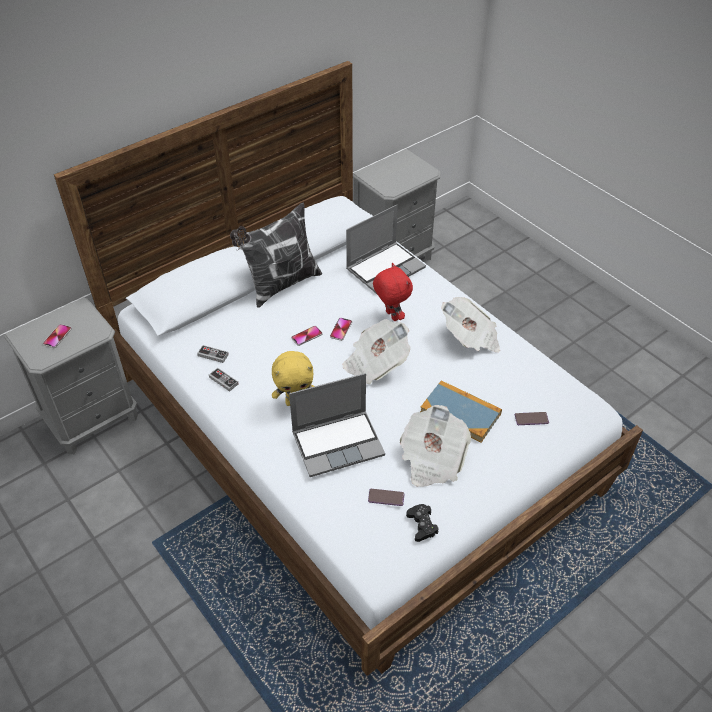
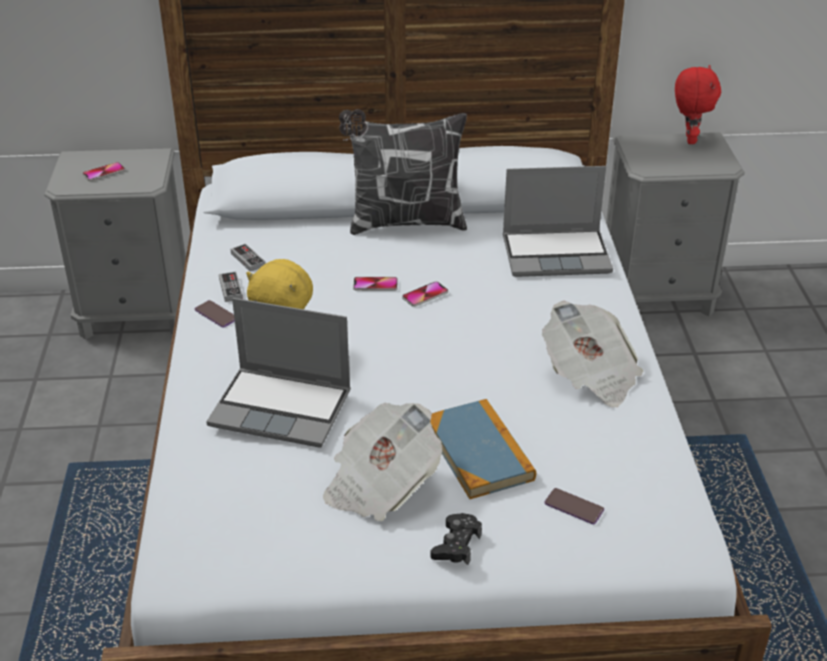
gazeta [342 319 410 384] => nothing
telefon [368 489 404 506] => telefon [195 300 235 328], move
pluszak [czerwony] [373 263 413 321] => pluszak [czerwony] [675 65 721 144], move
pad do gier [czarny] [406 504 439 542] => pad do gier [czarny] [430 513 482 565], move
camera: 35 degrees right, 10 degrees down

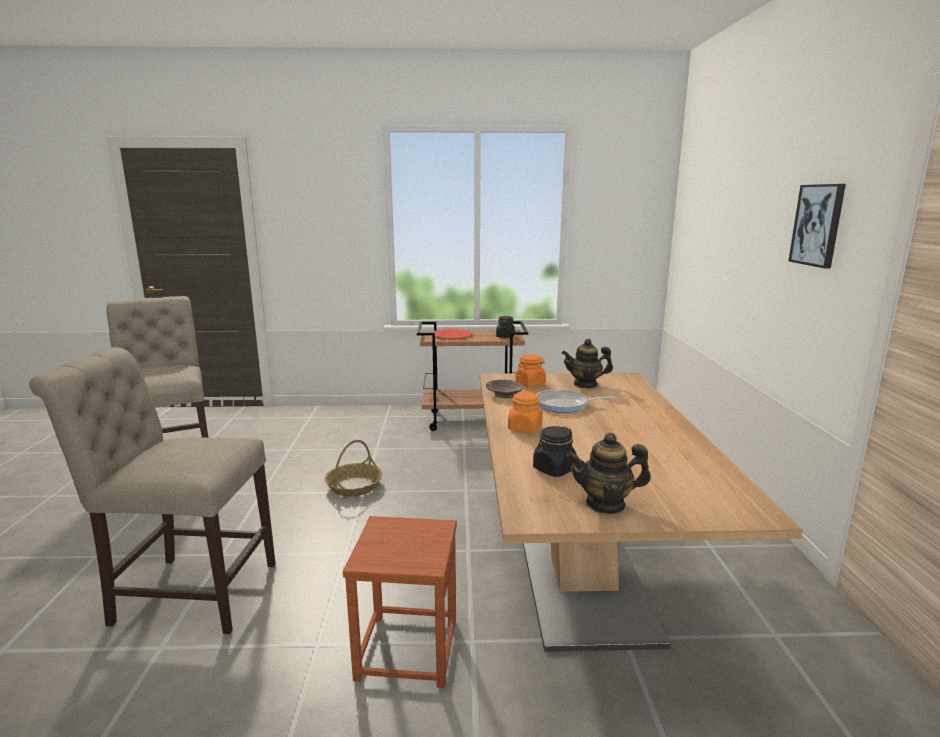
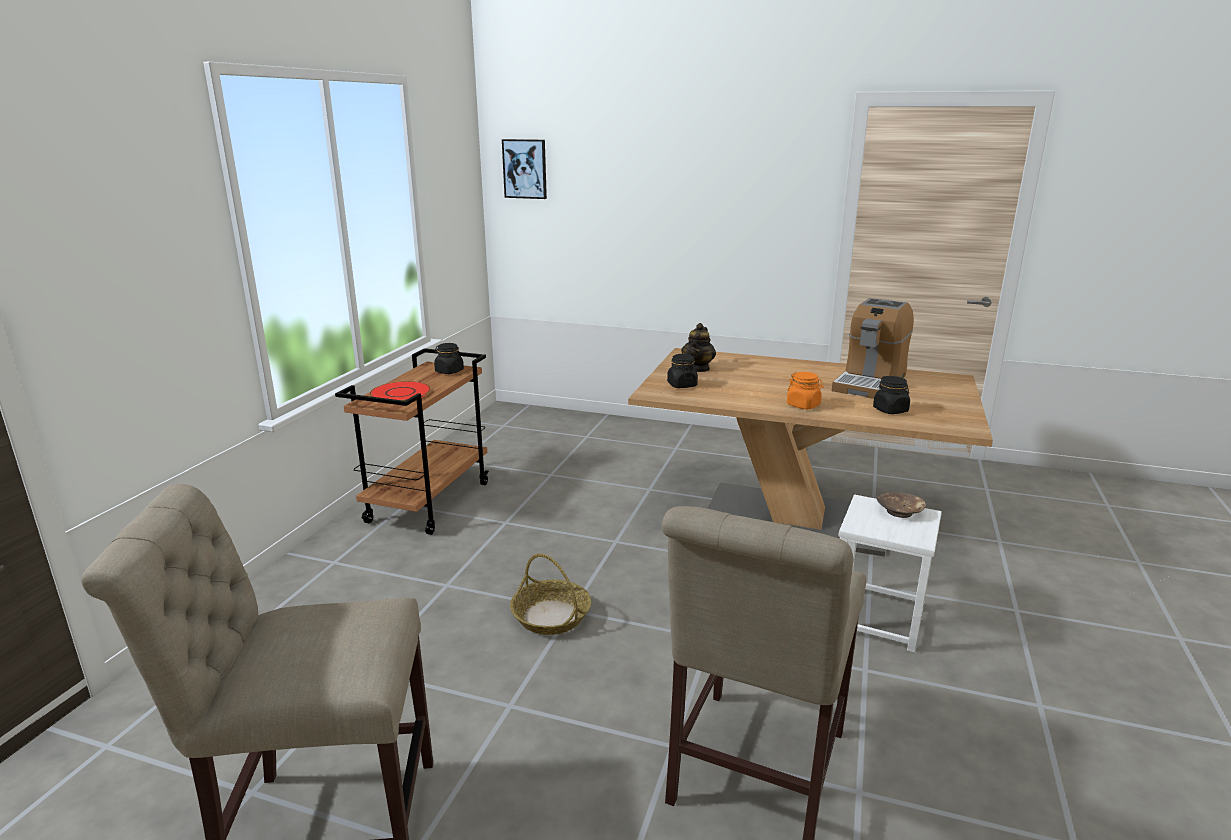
patelnia [537 389 616 413] => nothing
imbryk [567 432 651 514] => nothing
nothing => ekspres do kawy [832 298 914 399]
miska [brązowy] [486 380 525 398] => miska [brązowy] [877 492 926 518], move
obraz [789 184 846 268] => obraz [502 139 547 199], move
stołek [brązowy] [343 516 457 688] => stołek [biały] [838 495 942 653]
słoik [pomarańczowy] [516 354 546 387] => słoik [czarny] [667 354 698 388]
camera: 70 degrees left, 5 degrees up

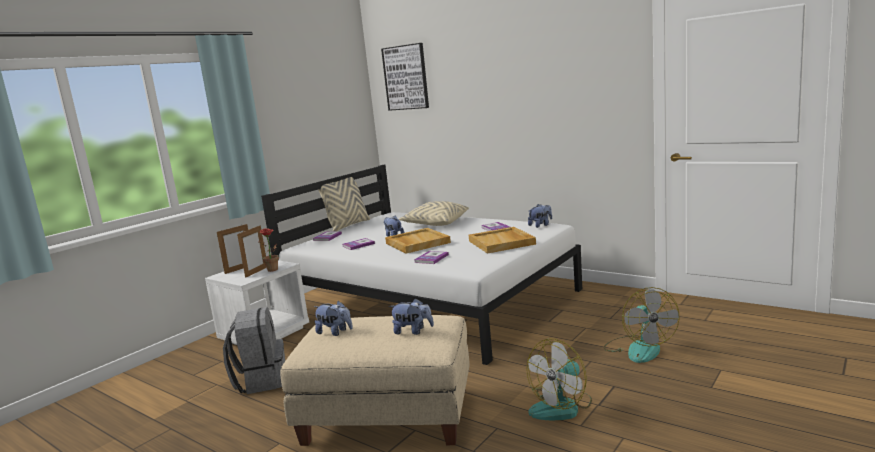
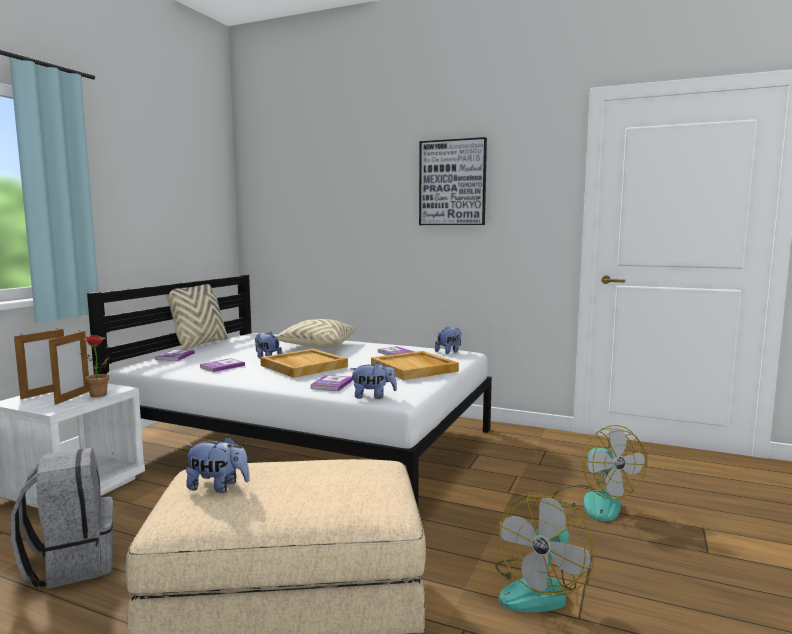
obraz [381 43 429 111] => obraz [419 137 487 225], move
pluszak [389 298 434 335] => pluszak [350 361 397 399], move
camera: 15 degrees left, 5 degrees down

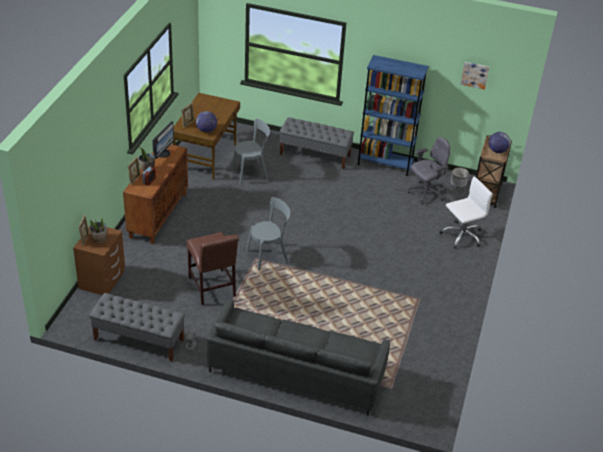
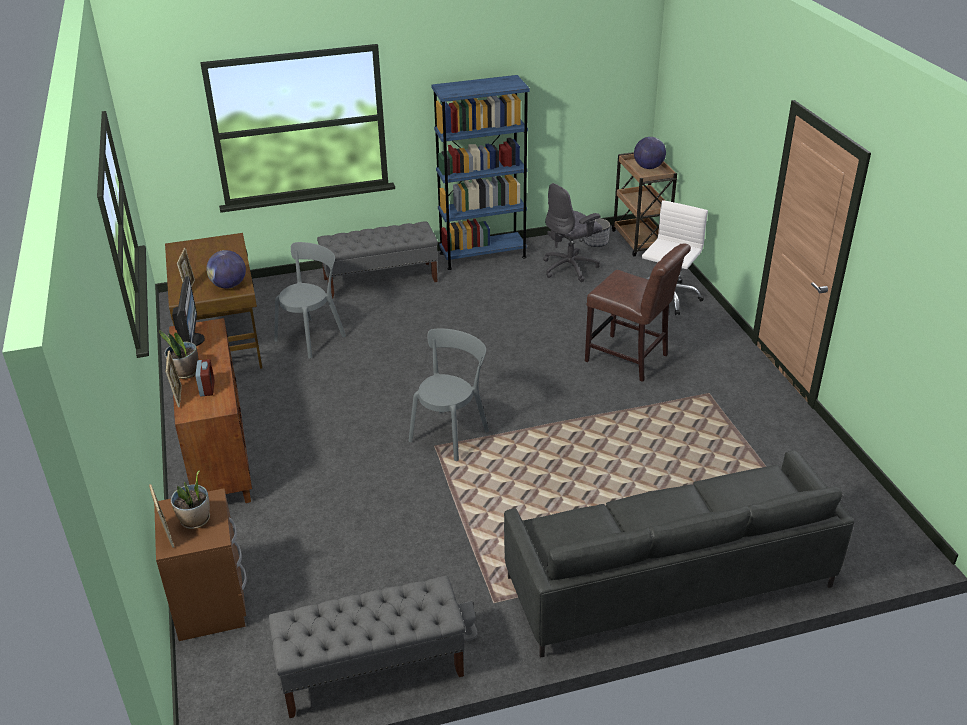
obraz [461 62 489 89] => nothing
krzesło [brązowy] [187 232 239 305] => krzesło [brązowy] [585 243 691 382], move
krzesło biurowe [szary] [408 137 450 205] => krzesło biurowe [szary] [543 183 602 282], 150 degrees counterclockwise
camera: 30 degrees left, 5 degrees down

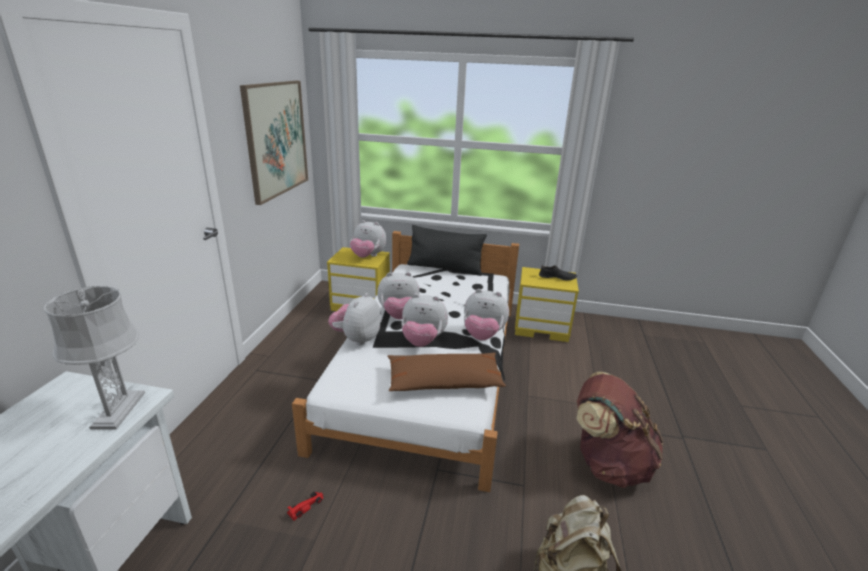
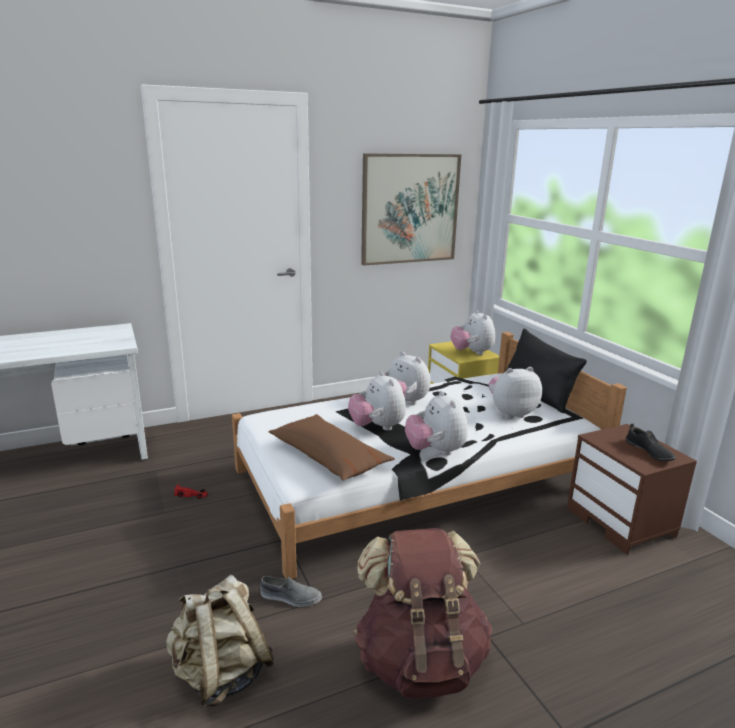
lampa stołowa [szary] [44 286 145 430] => nothing
nothing => but [szary] [260 576 322 607]
pluszak [328 293 381 345] => pluszak [489 367 542 419], move
szafka nocna [żółty] [515 267 579 342] => szafka nocna [brązowy] [567 424 697 555]
camera: 55 degrees right, 5 degrees down

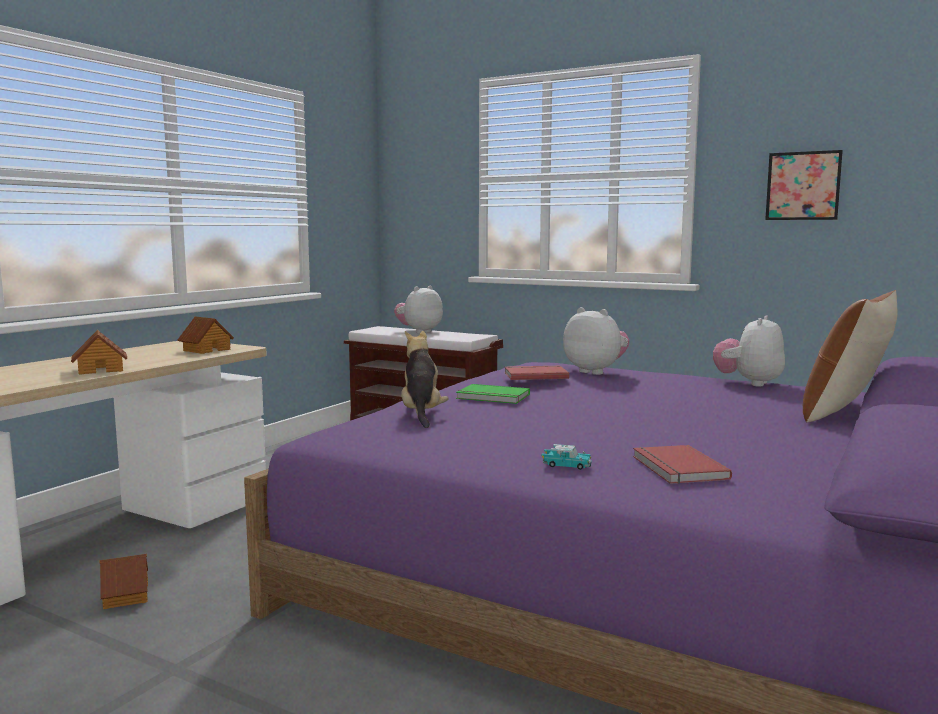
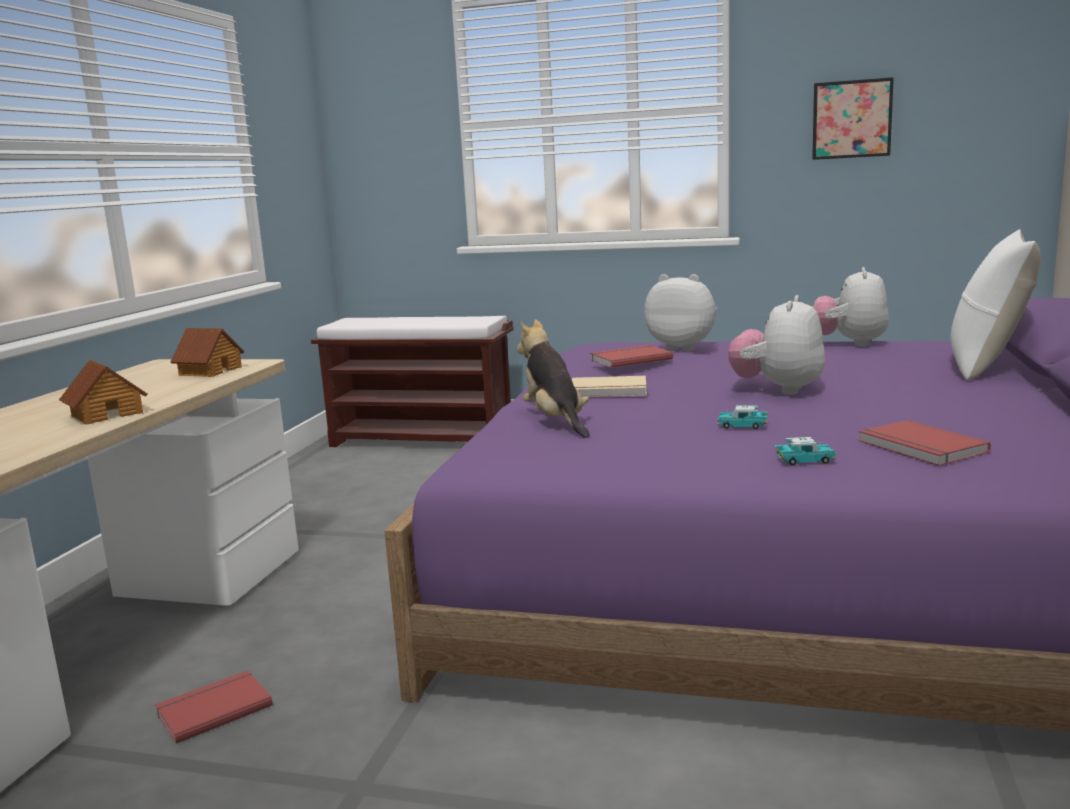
nothing => samochodzik [717 405 768 429]
pluszak [394 286 443 334] => pluszak [728 295 825 395], move
domek [99 554 148 609] => książka [czerwony] [155 670 273 744]
książka [zielony] [456 384 530 404] => książka [beżowy] [572 376 647 397]
poduszka [brązowy] [803 290 897 422] => poduszka [biały] [951 229 1041 380]
camera: 15 degrees left, 5 degrees up

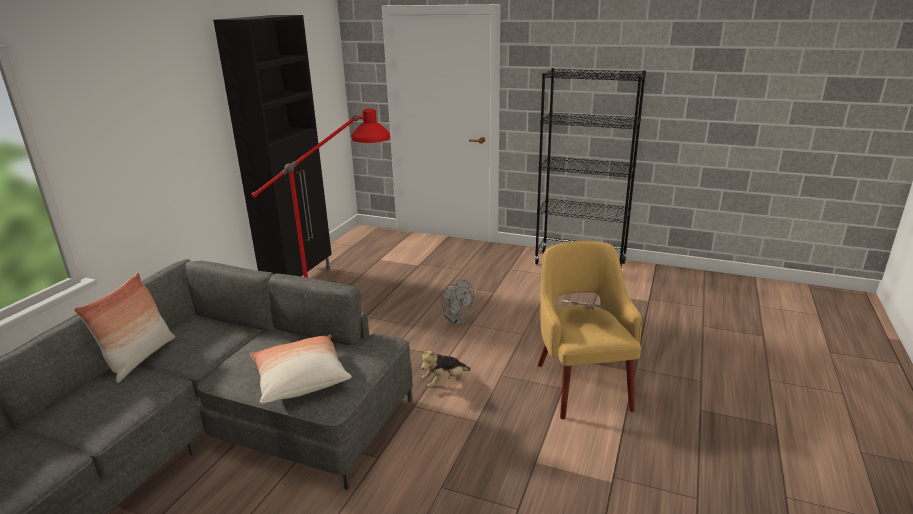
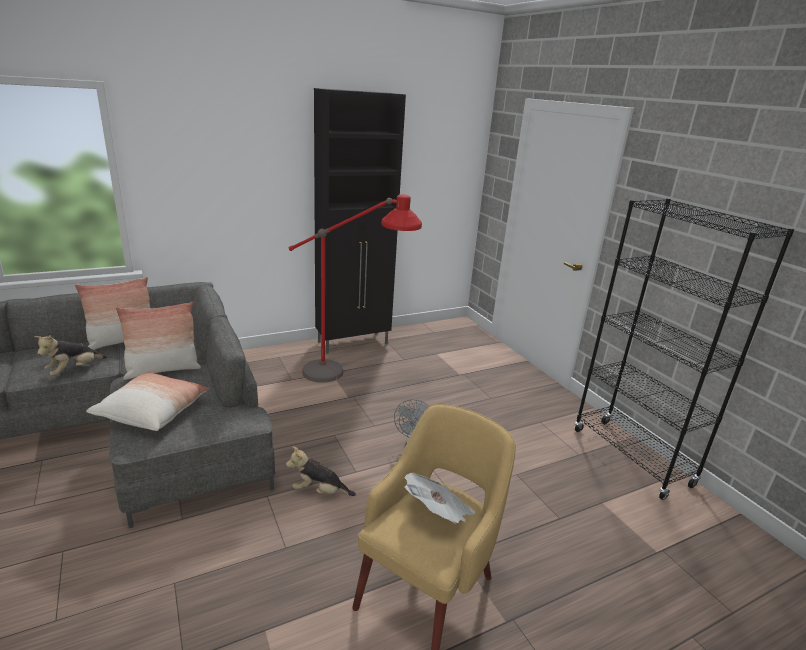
nothing => pluszak [34 335 107 376]
nothing => poduszka [116 302 201 380]
camera: 40 degrees right, 0 degrees up

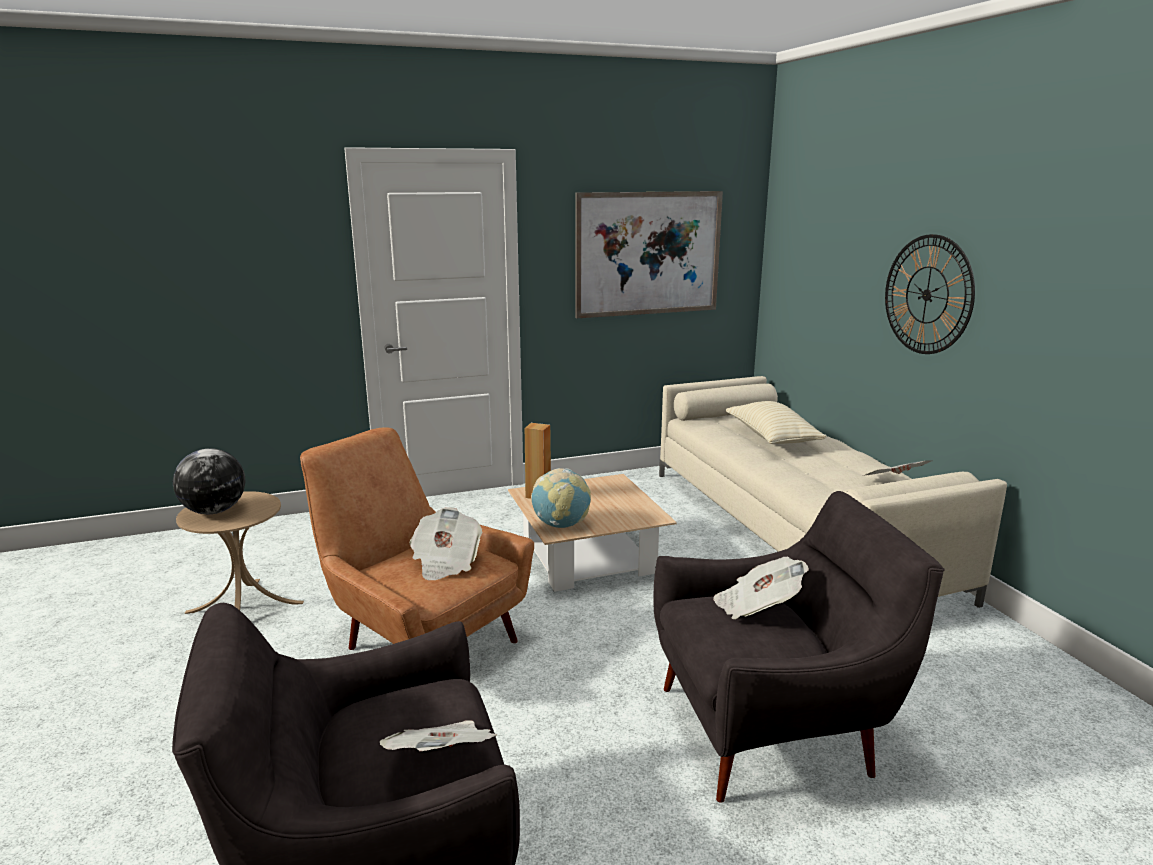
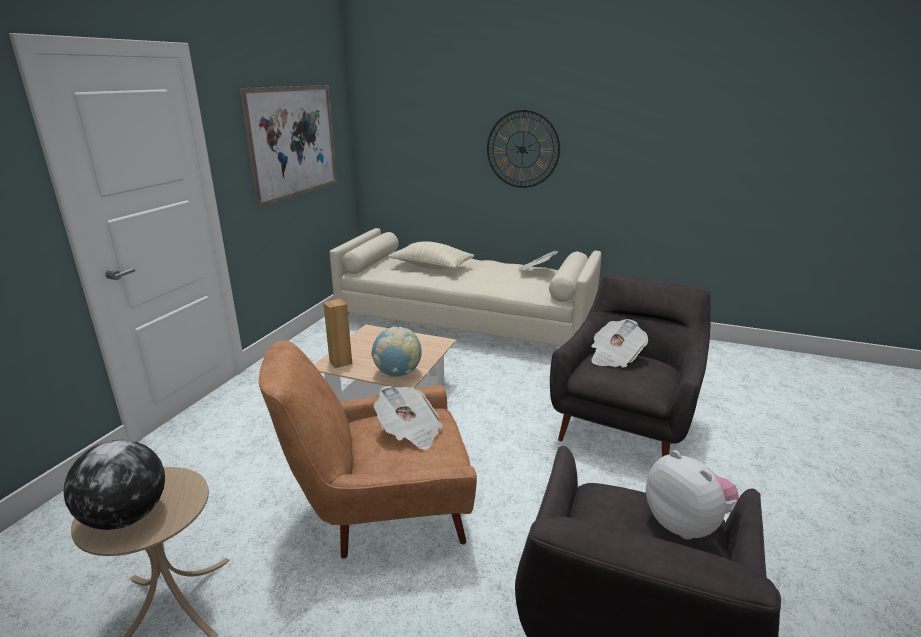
gazeta [379 720 498 751] => pluszak [646 450 739 540]
camera: 50 degrees left, 5 degrees up

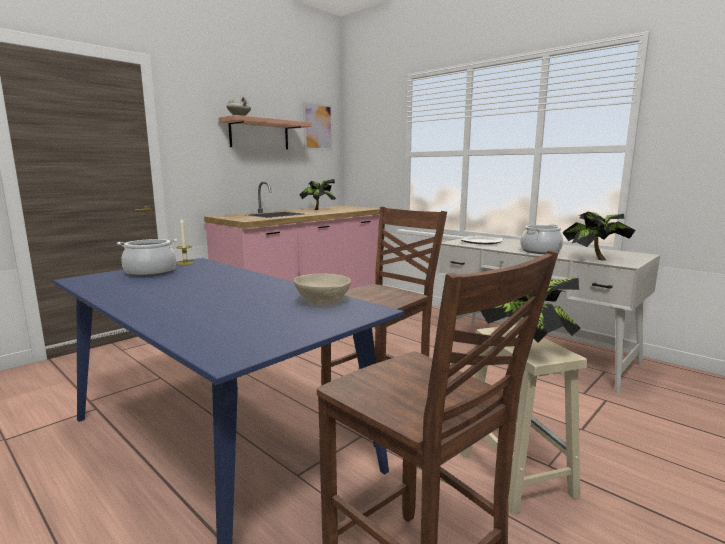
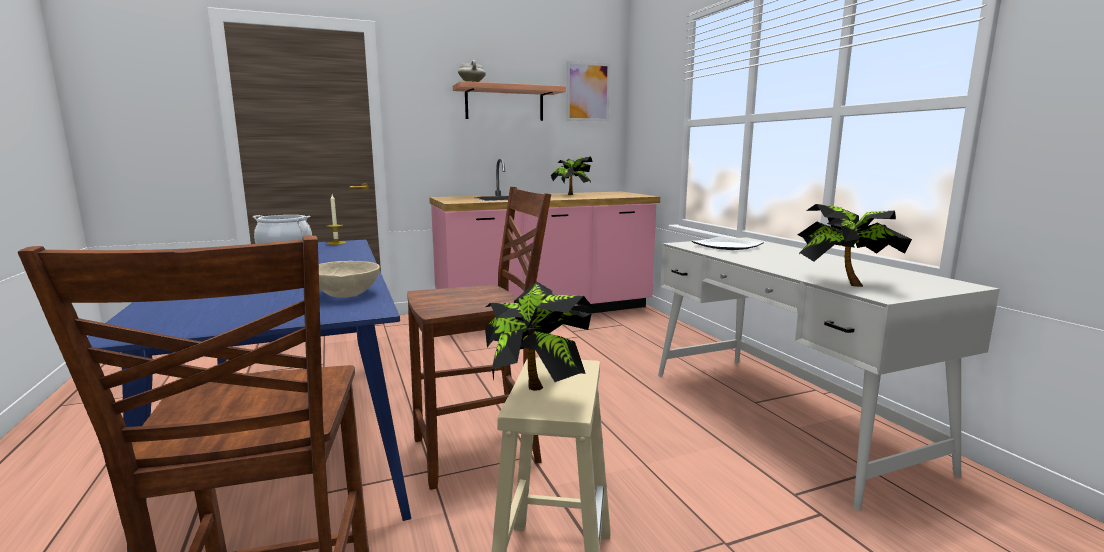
garnek [520 224 563 254] => nothing
camera: 25 degrees right, 0 degrees up

